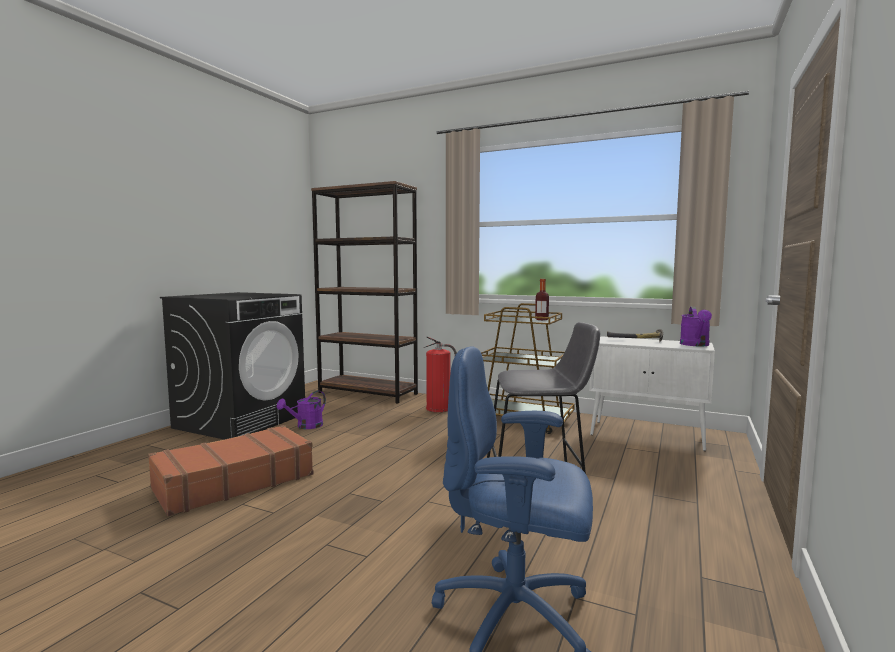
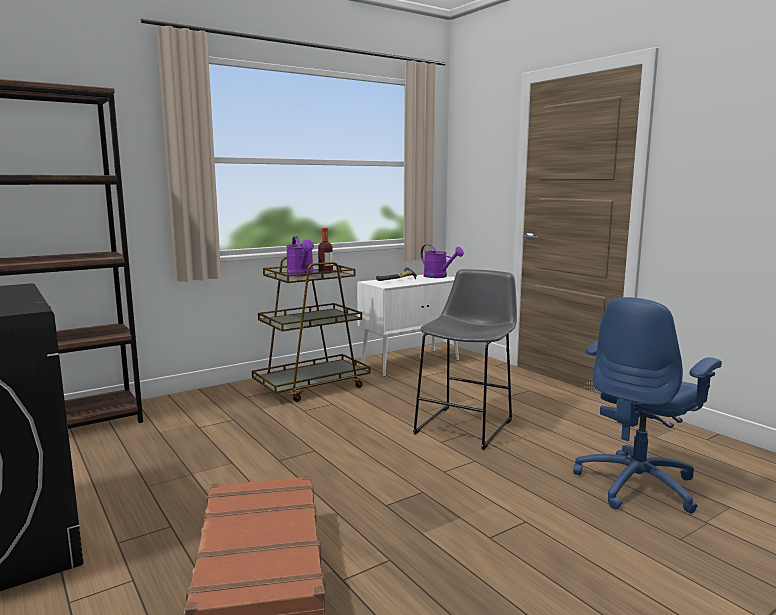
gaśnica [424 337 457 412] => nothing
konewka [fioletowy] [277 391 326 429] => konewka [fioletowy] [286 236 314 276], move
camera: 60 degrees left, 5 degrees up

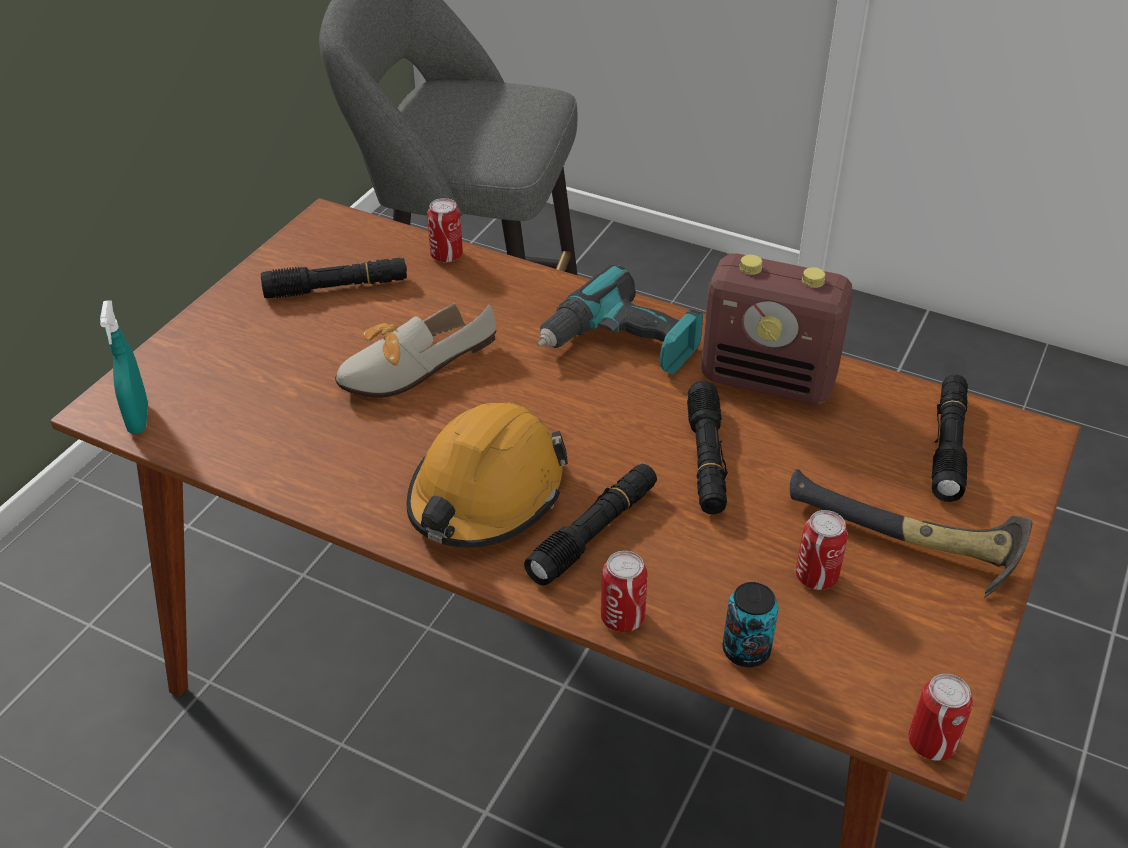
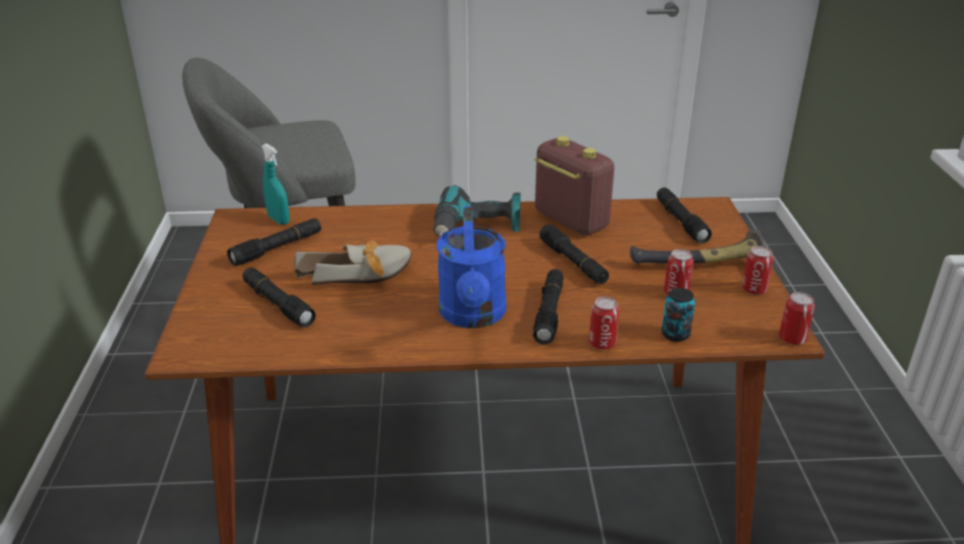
nothing => latarka [czarny] [243 267 316 327]
spryskiwacz [turkusowy] [100 300 148 434] => spryskiwacz [turkusowy] [261 143 289 225], move
puszka [427 198 463 263] => puszka [742 246 773 295], move
kask [pomarańczowy] [406 403 568 548] => konewka [niebieski] [437 206 506 328]
but [335 303 497 398] => but [294 241 412 285], 135 degrees counterclockwise
radio [701 253 853 404] => radio [534 136 614 236], 120 degrees counterclockwise
camera: 30 degrees left, 10 degrees down

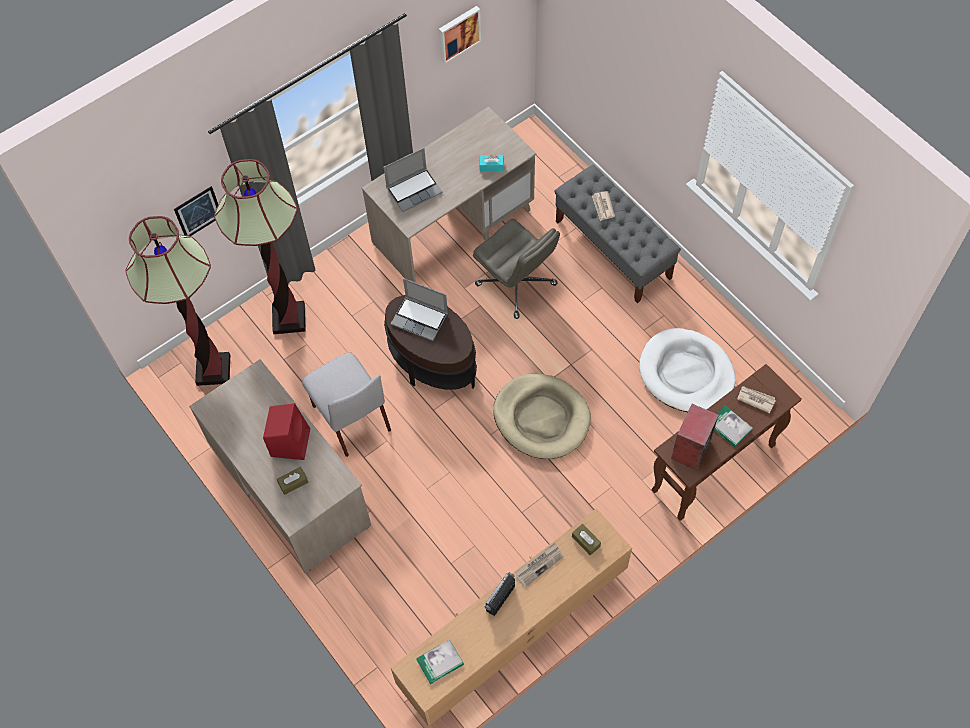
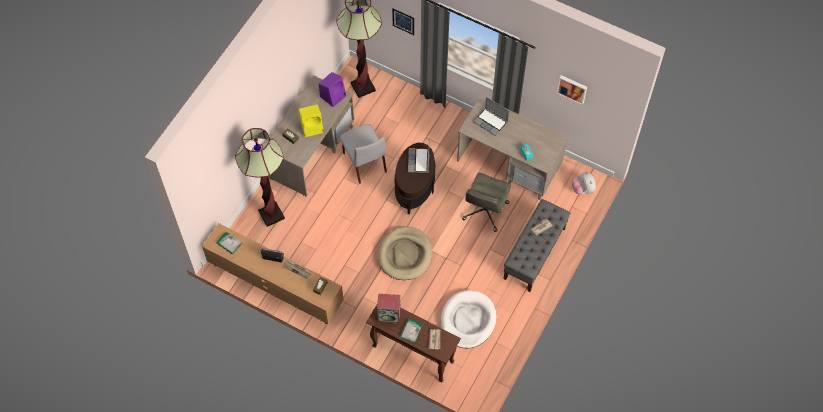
nothing => głośnik [fioletowy] [319 72 346 107]
nothing => pluszak [572 172 596 194]
lampa stojąca [214 159 306 334] => lampa stojąca [235 128 285 227], move
głośnik [czerwony] [263 403 310 460] => głośnik [żółty] [299 105 324 137]
krzesło [szary] [302 352 391 457] => krzesło [szary] [340 124 387 184], 60 degrees counterclockwise
camera: 65 degrees right, 0 degrees up

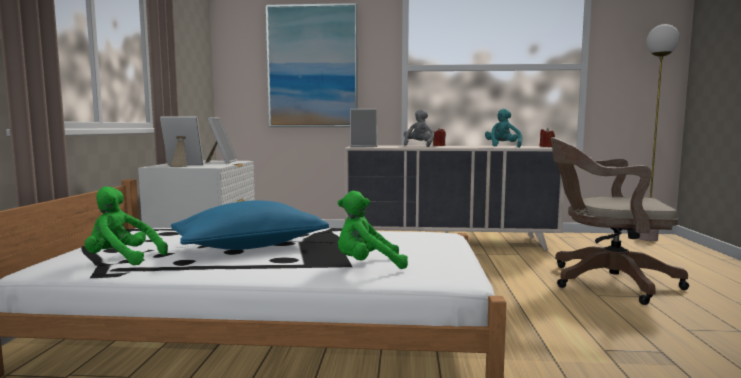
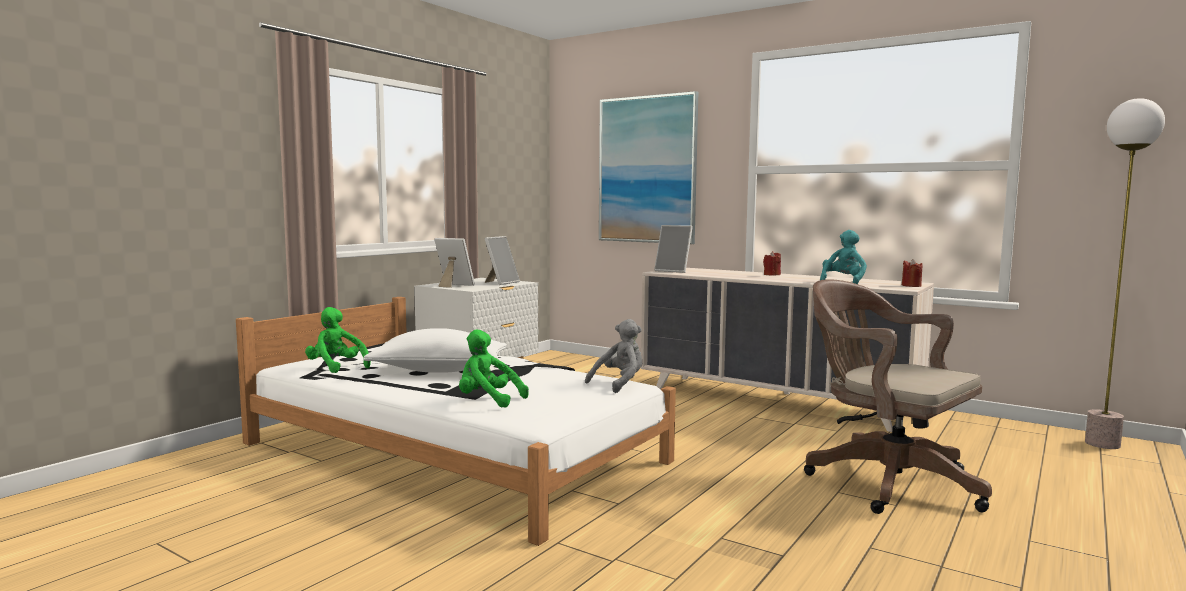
pluszak [szary] [404 109 434 147] => pluszak [szary] [585 319 642 393], move
poduszka [niebieski] [171 200 329 250] => poduszka [biały] [363 328 507 373]
camera: 30 degrees right, 0 degrees up

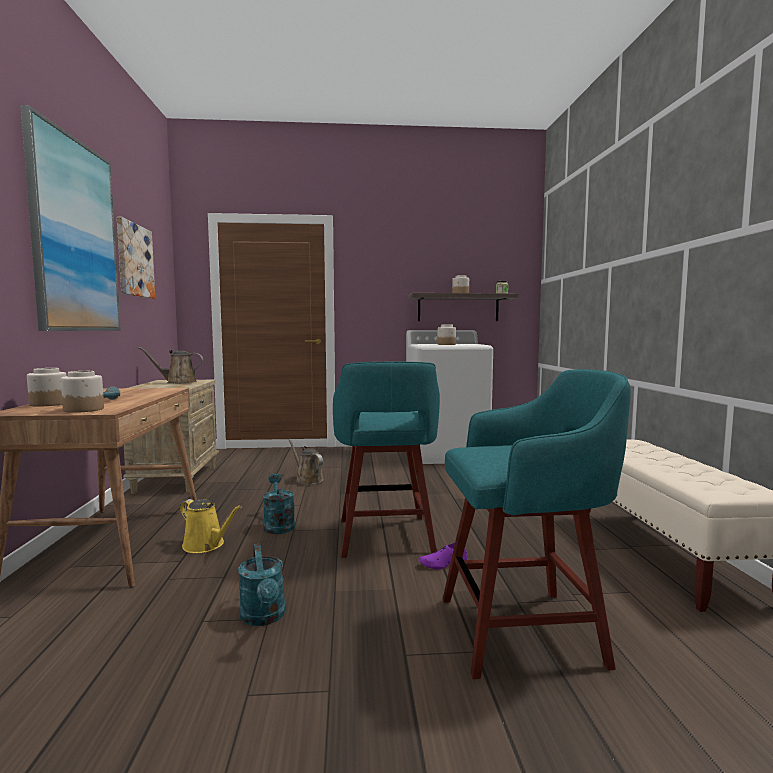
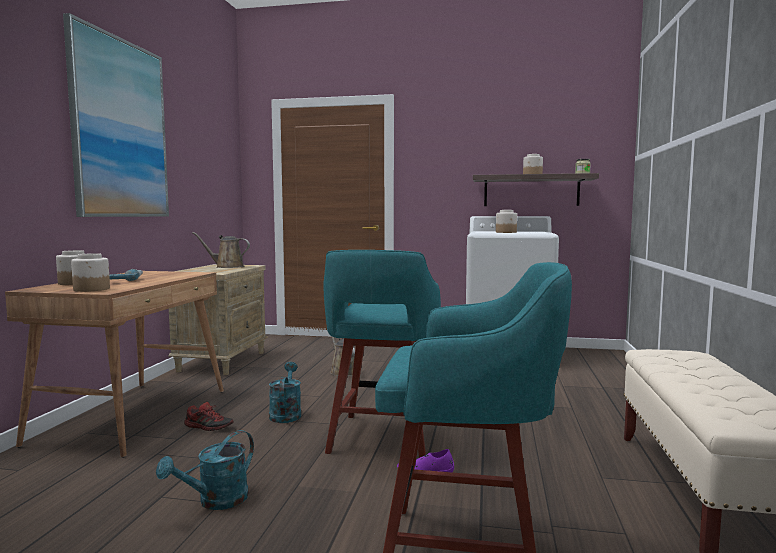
obraz [117 217 155 299] => nothing
konewka [żółty] [180 499 242 553] => but [184 402 234 431]
konewka [turkusowy] [238 544 286 626] => konewka [turkusowy] [156 430 254 510], 45 degrees clockwise
camera: 15 degrees right, 0 degrees up

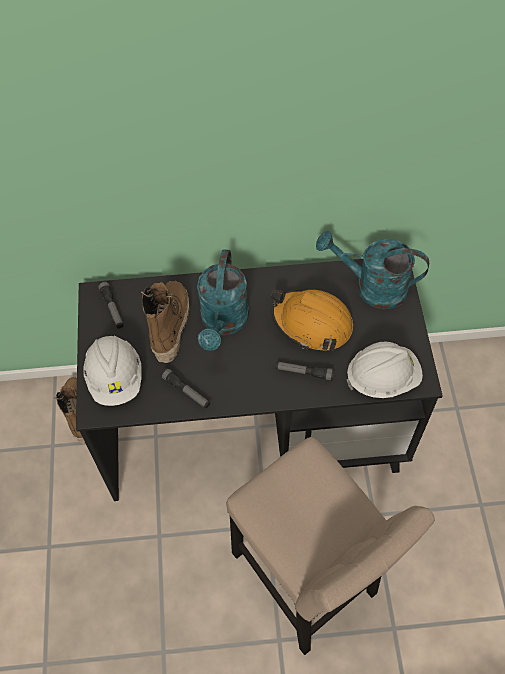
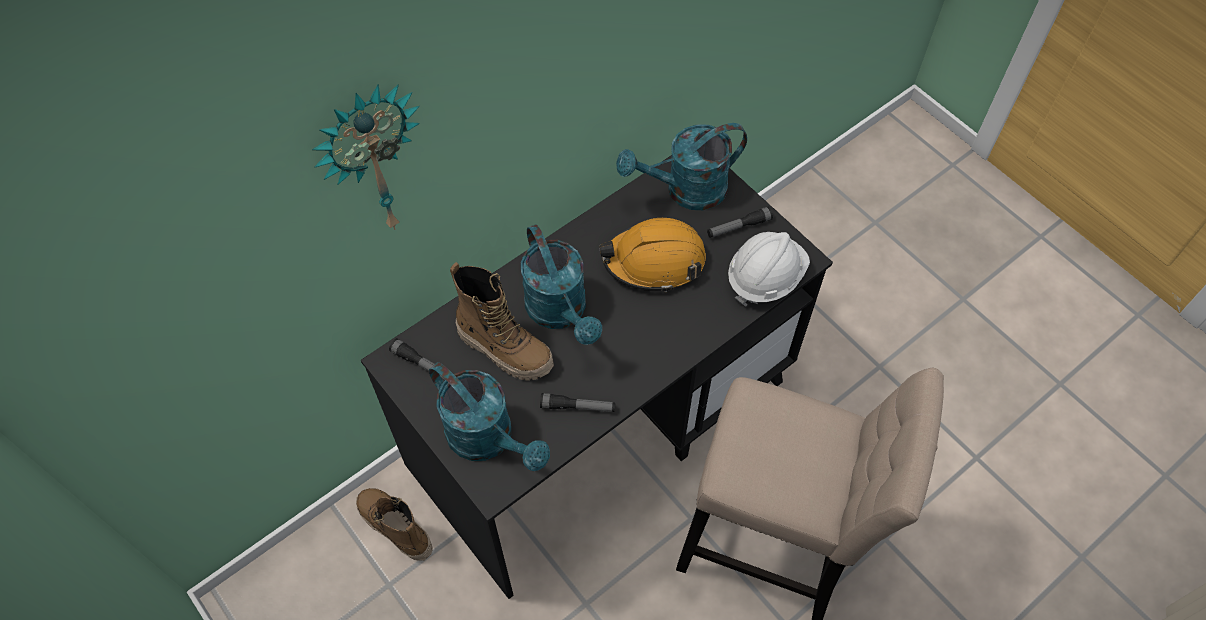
nothing => zegar ścienny [312 84 420 230]
latarka [276 362 334 381] => latarka [707 207 773 238], move
kask [biały] [83 336 142 406] => konewka [turkusowy] [429 362 550 471]
but z cholewką [141 281 190 363] => but z cholewką [450 262 554 381], 150 degrees clockwise
camera: 35 degrees left, 0 degrees up

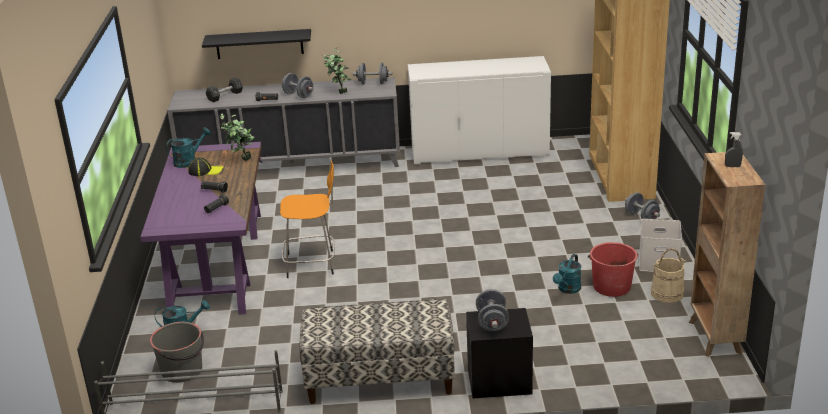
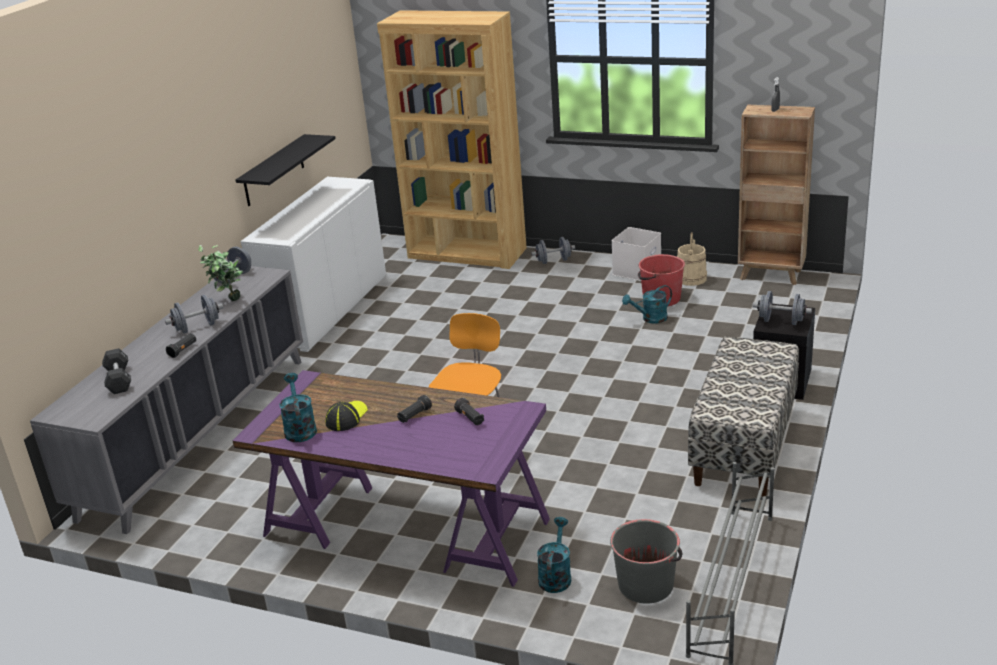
roślina doniczkowa [220 113 254 161] => nothing
półka [czarny] [202 29 311 59] => półka [czarny] [236 134 336 206], move
konewka [turkusowy] [553 254 581 294] => konewka [turkusowy] [622 285 672 324], 105 degrees clockwise
camera: 65 degrees left, 0 degrees up

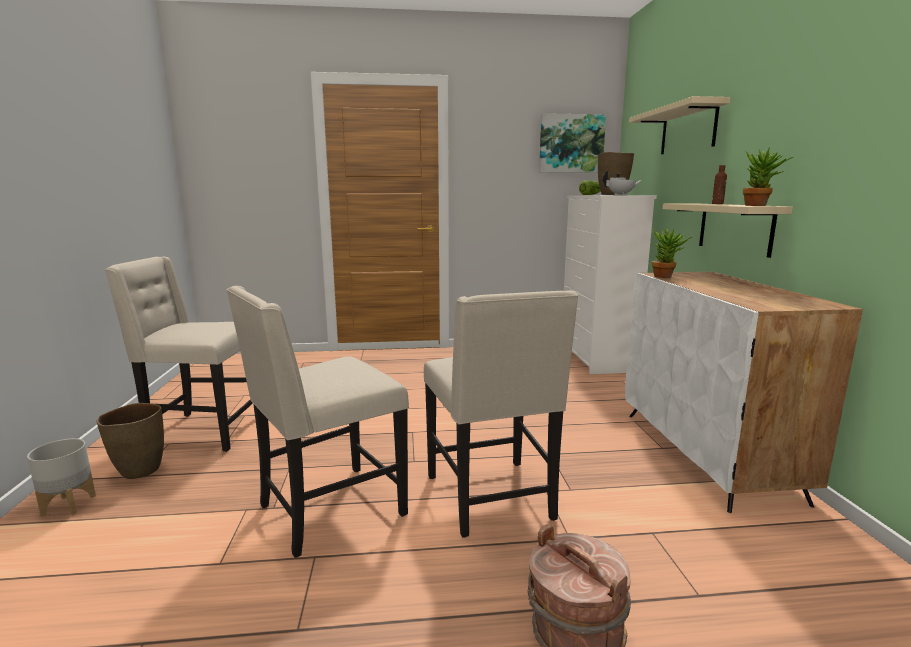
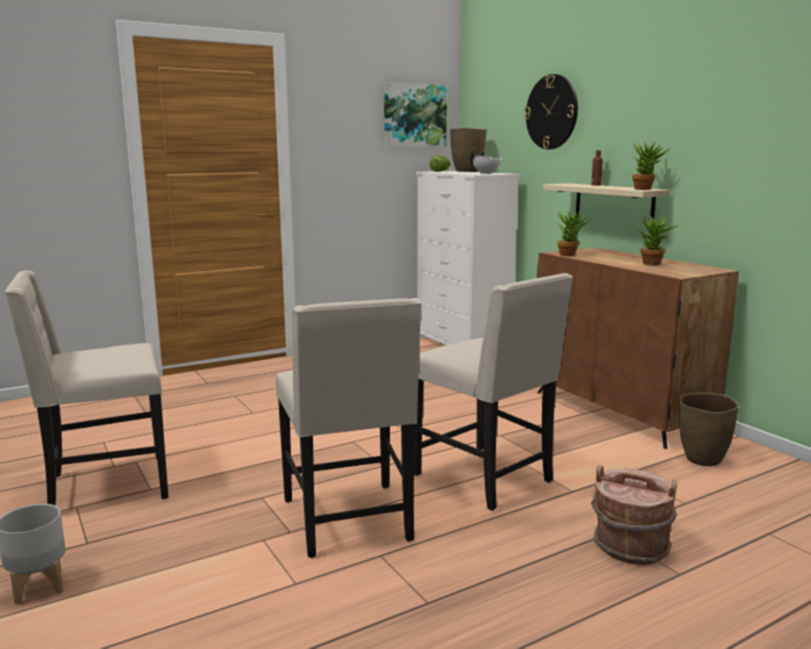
nothing => roślina doniczkowa [636 215 677 265]
wazon [brązowy] [97 403 164 479] => wazon [brązowy] [679 393 739 466], move
półka [beżowy] [629 96 730 154] => zegar ścienny [524 74 578 149]
szafka [biały] [625 272 863 513] => szafka [brązowy] [537 247 739 449]
krzesło [beżowy] [226 286 409 558] => krzesło [beżowy] [276 298 422 558], 45 degrees counterclockwise
camera: 25 degrees left, 0 degrees up

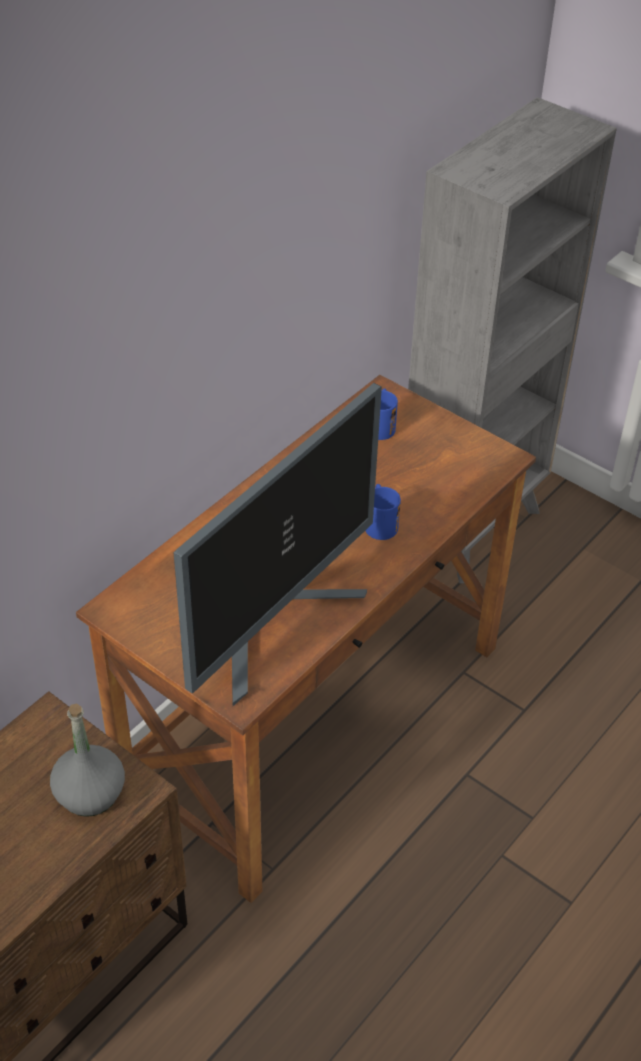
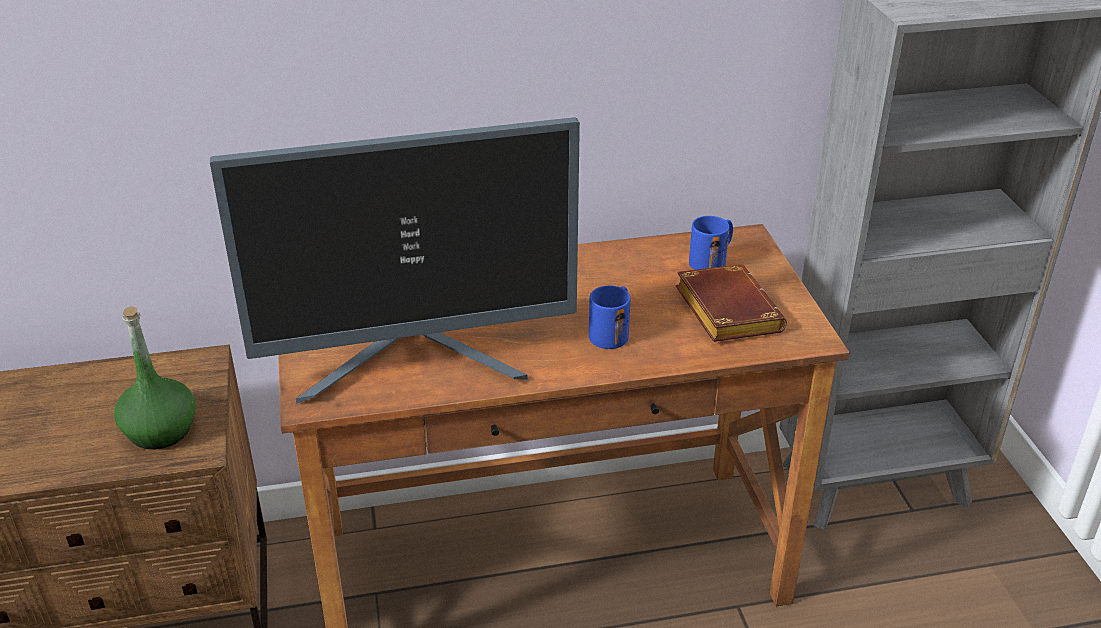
nothing => książka [brązowy] [676 264 787 342]
butelka [szary] [50 703 125 817] => butelka [zielony] [114 306 196 449]
camera: 40 degrees right, 10 degrees down

